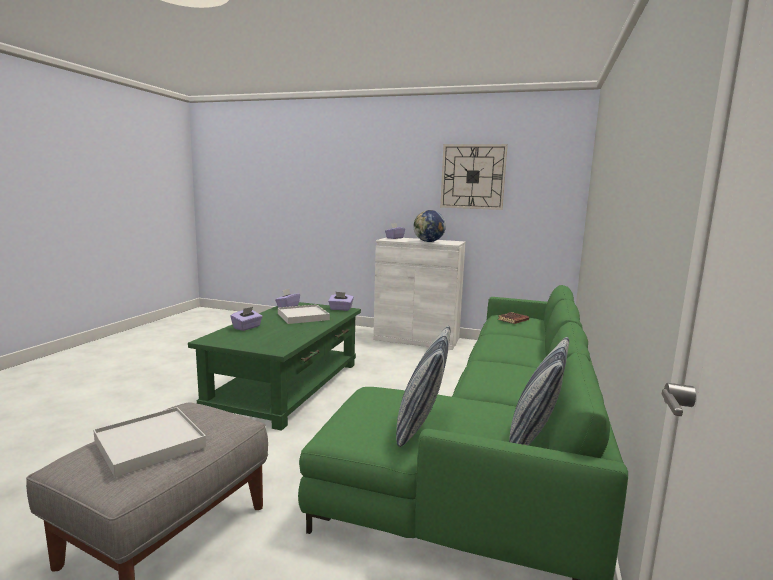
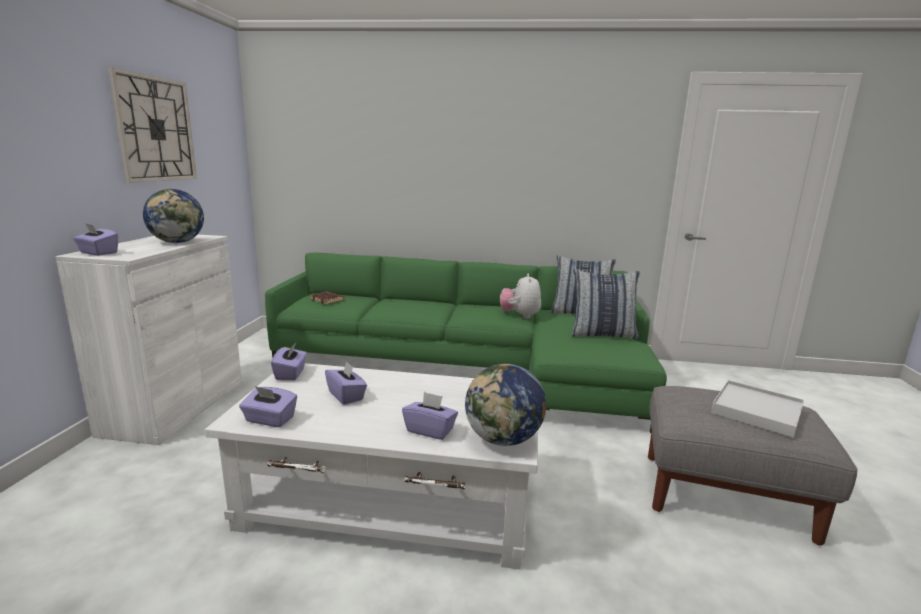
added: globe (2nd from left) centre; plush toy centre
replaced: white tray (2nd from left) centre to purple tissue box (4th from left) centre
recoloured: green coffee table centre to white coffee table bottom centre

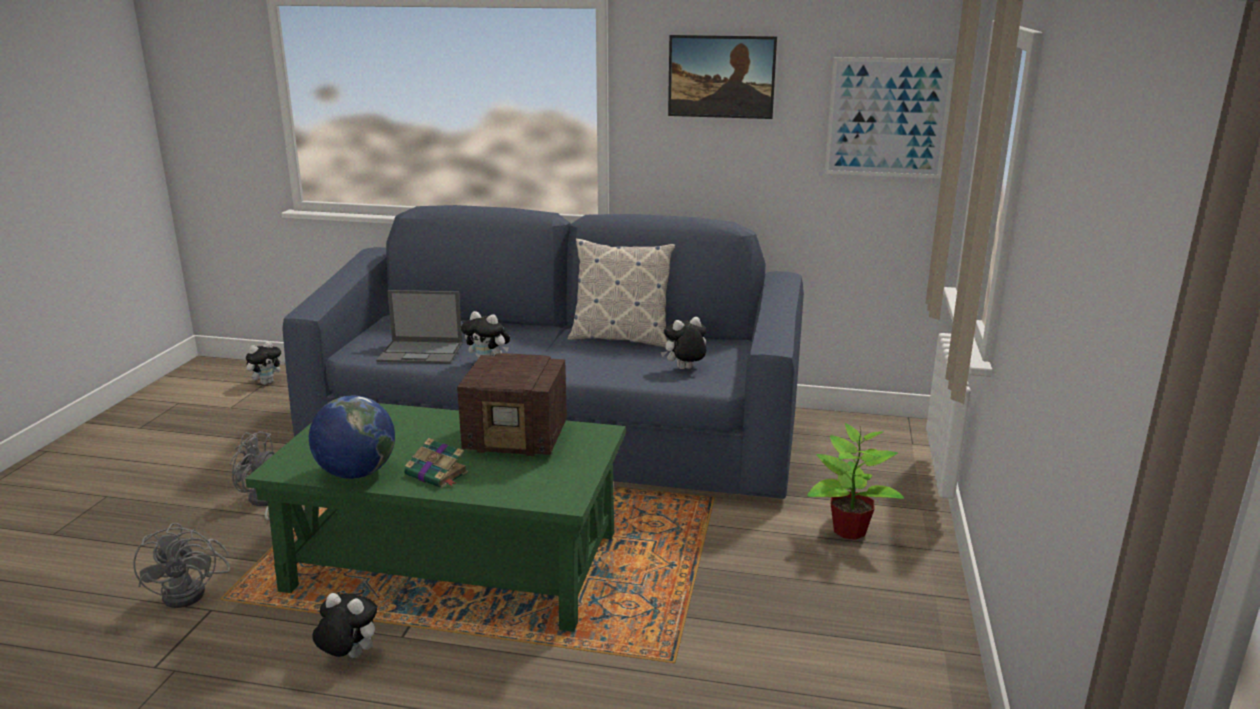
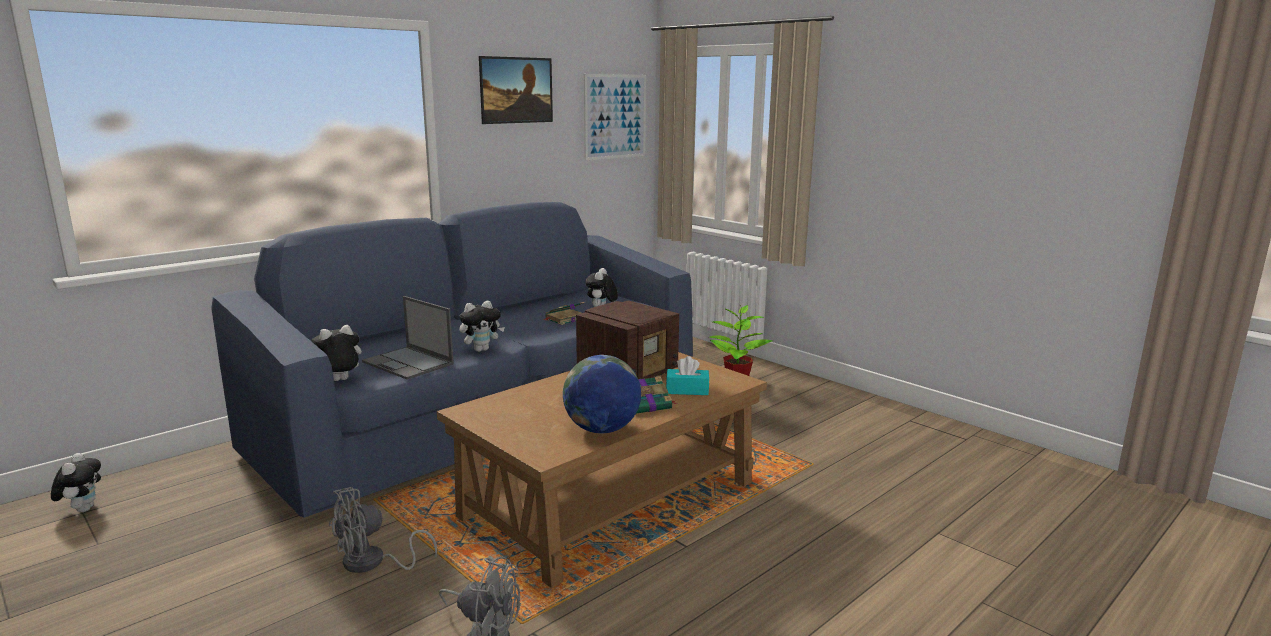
removed: pillow centre
added: book (1st from left) centre; turquoise tissue box centre
moved: plush toy (2nd from left) bottom left to middle left
recoloured: green coffee table bottom centre to brown coffee table bottom centre
turned: laptop middle left = middle left 90 degrees clockwise

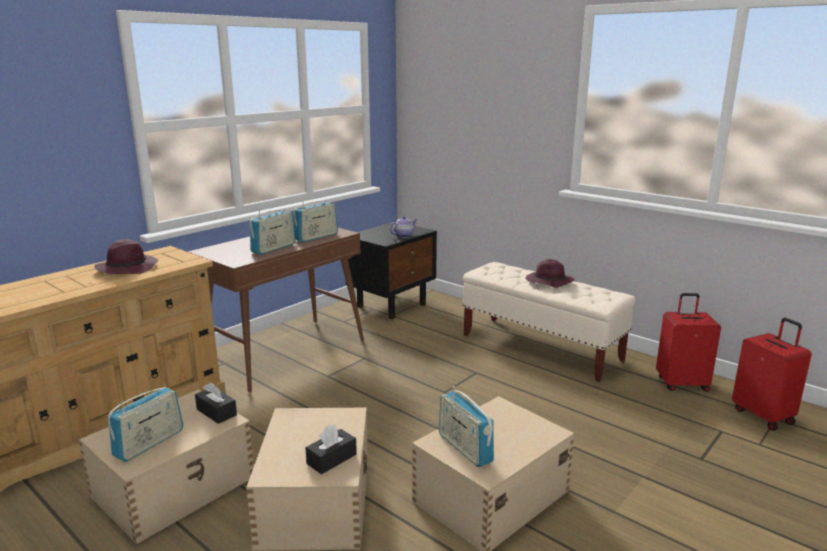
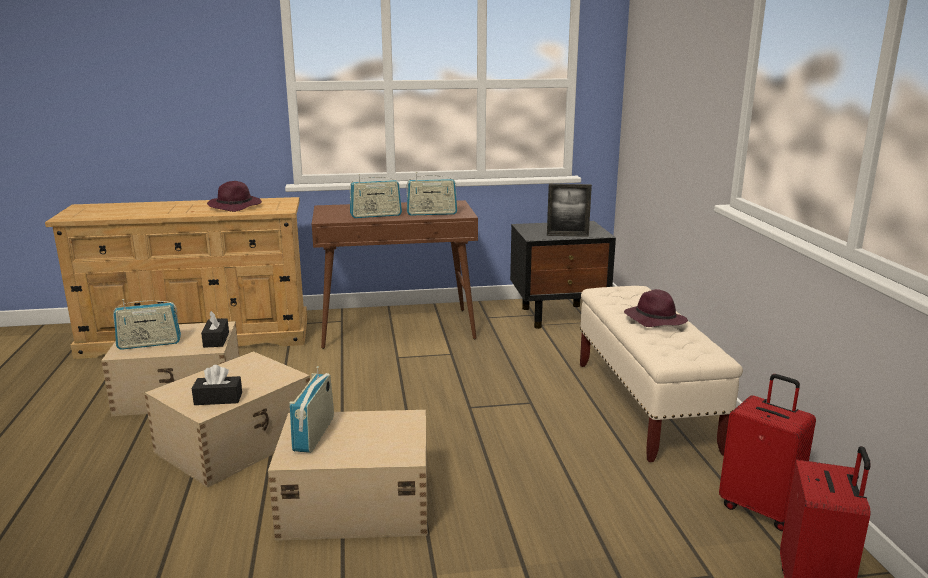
replaced: teapot centre to picture frame centre

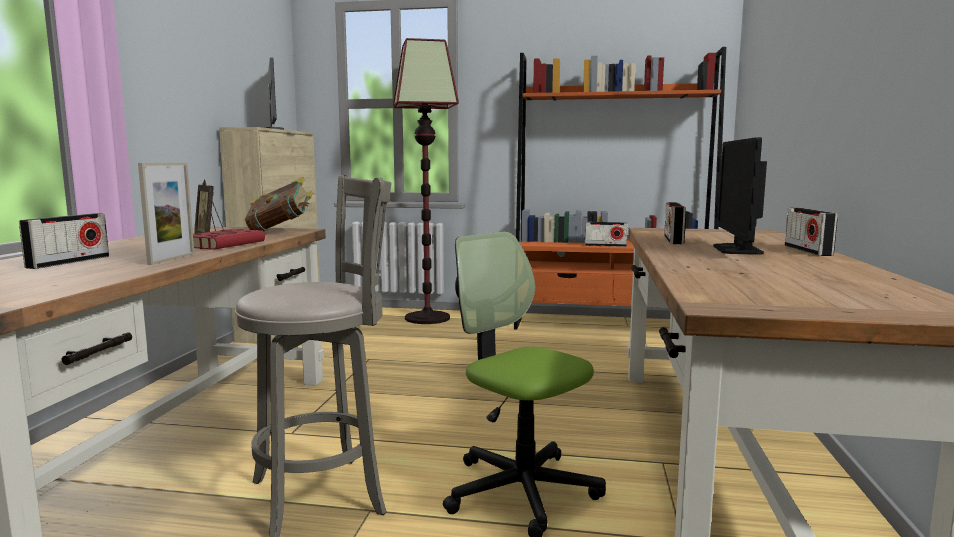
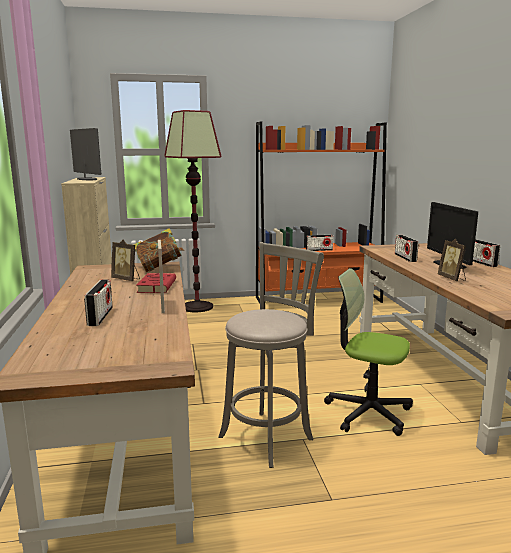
added: picture frame (3rd from left) middle right

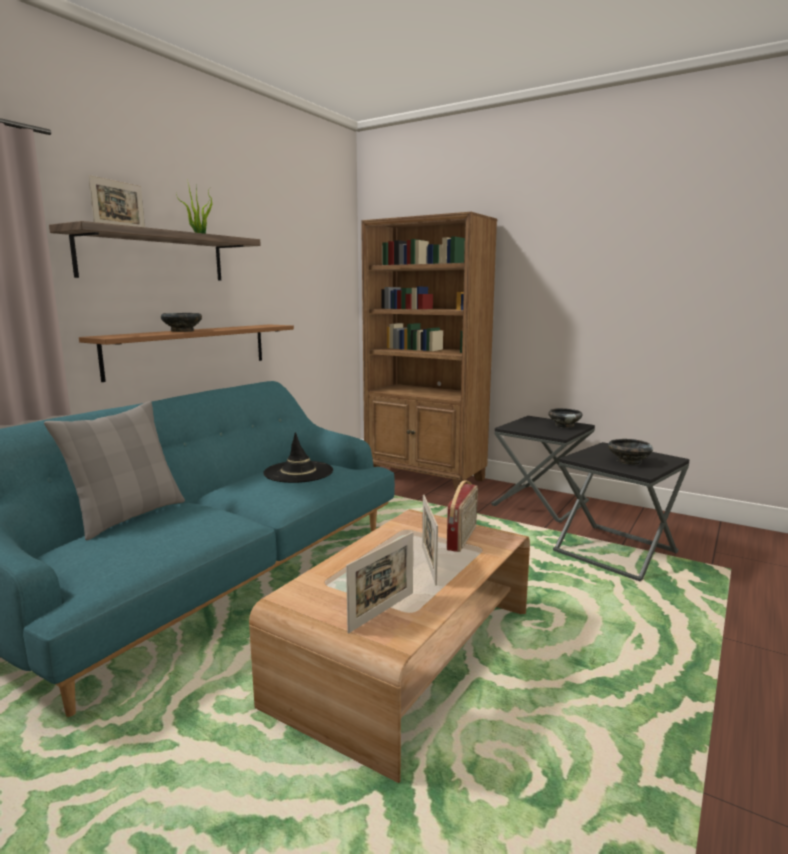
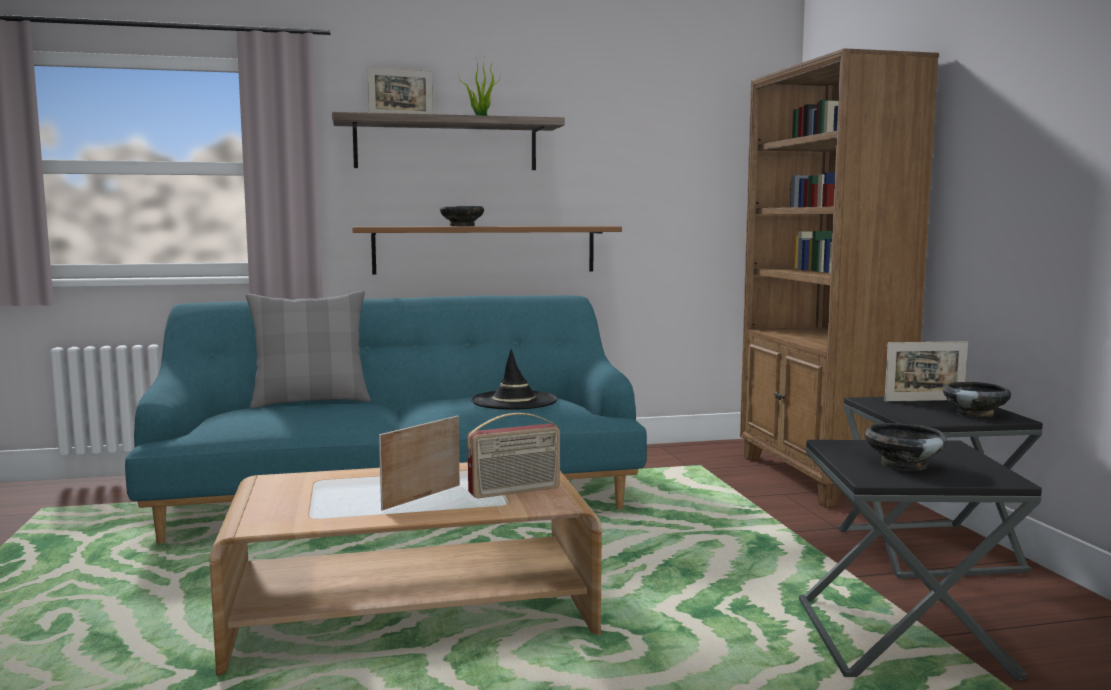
moved: picture frame (2nd from left in the first image) bottom centre to picture frame (3rd from left) middle right

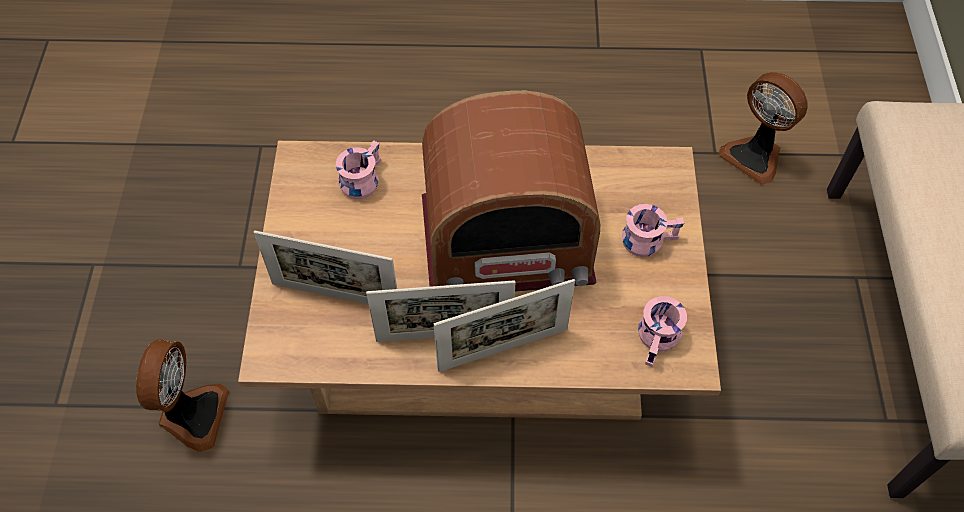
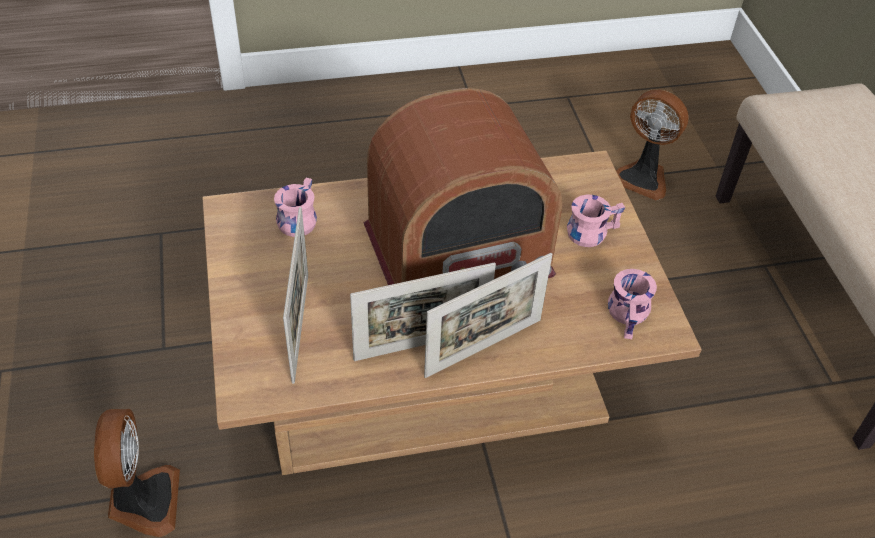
turned: picture frame (1st from left) centre = centre 90 degrees counterclockwise

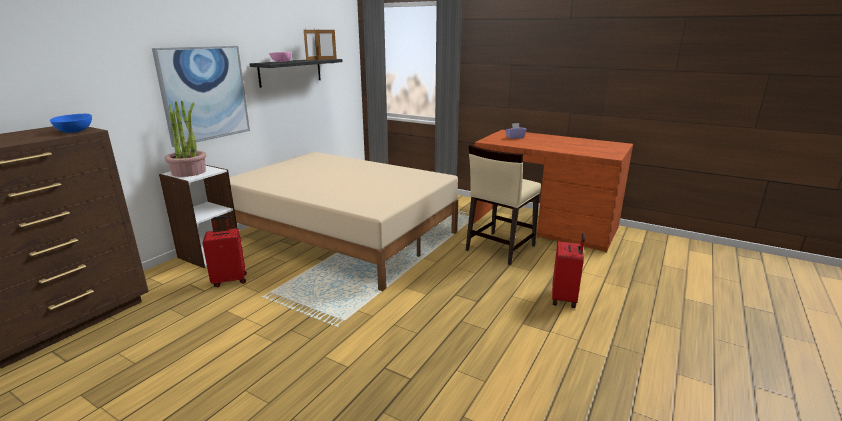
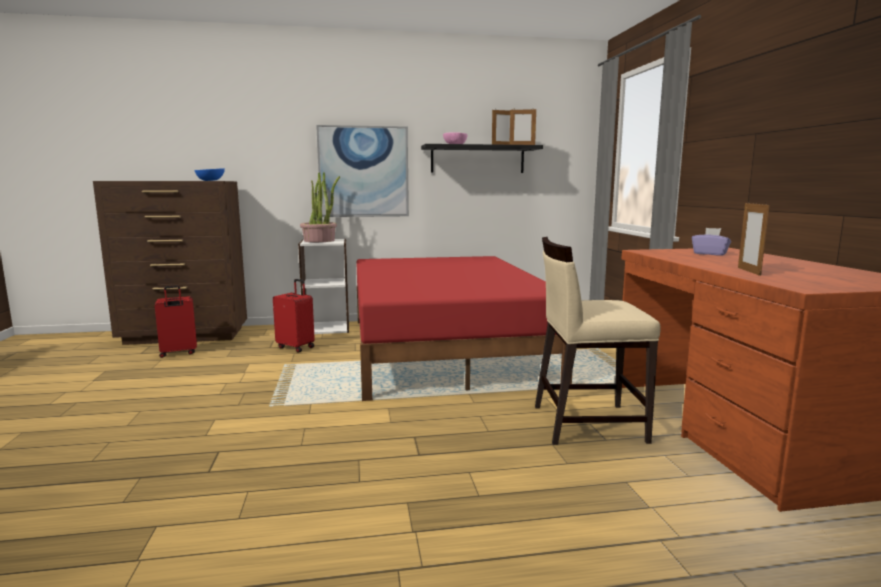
added: picture frame (3rd from left) middle right
moved: red suitcase (2nd from left in the first image) middle right to red suitcase (1st from left) middle left
recoloured: beige bed centre to red bed centre

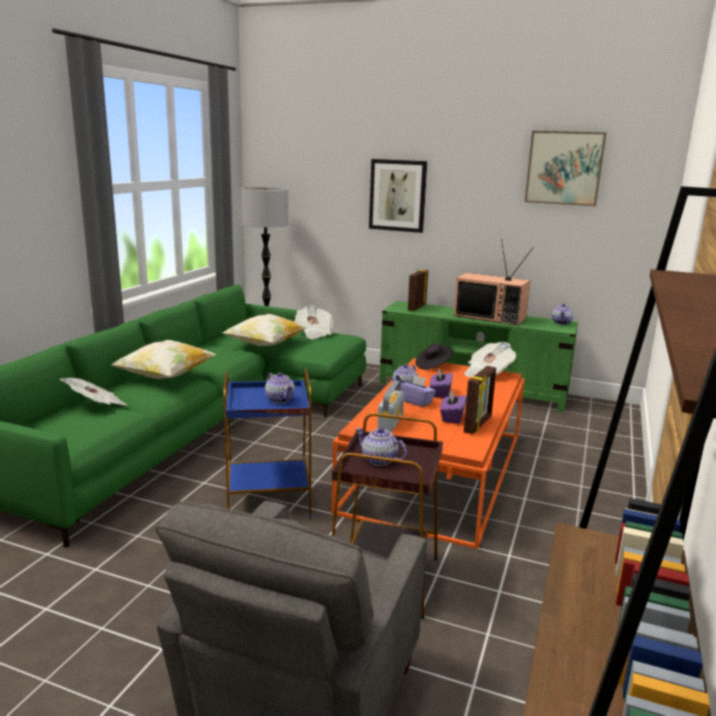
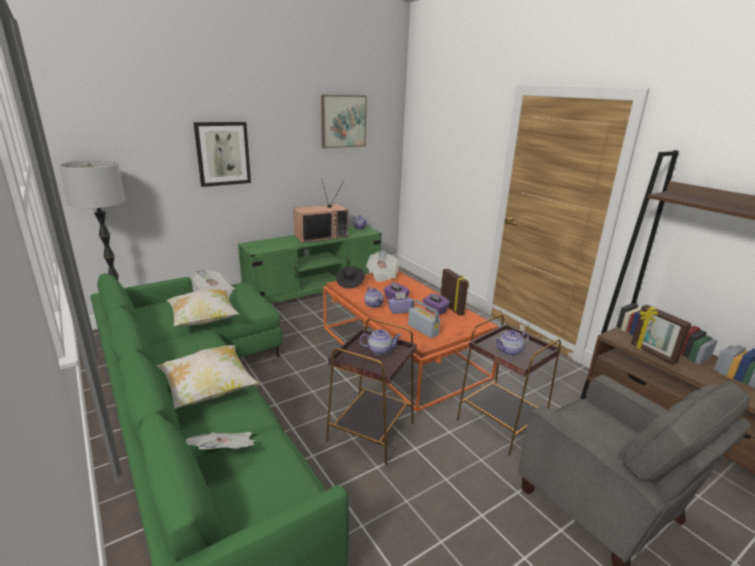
moved: picture frame (1st from left in the first image) centre to picture frame (2nd from left) middle right
recoloured: blue side table centre to brown side table (1st from left) bottom centre

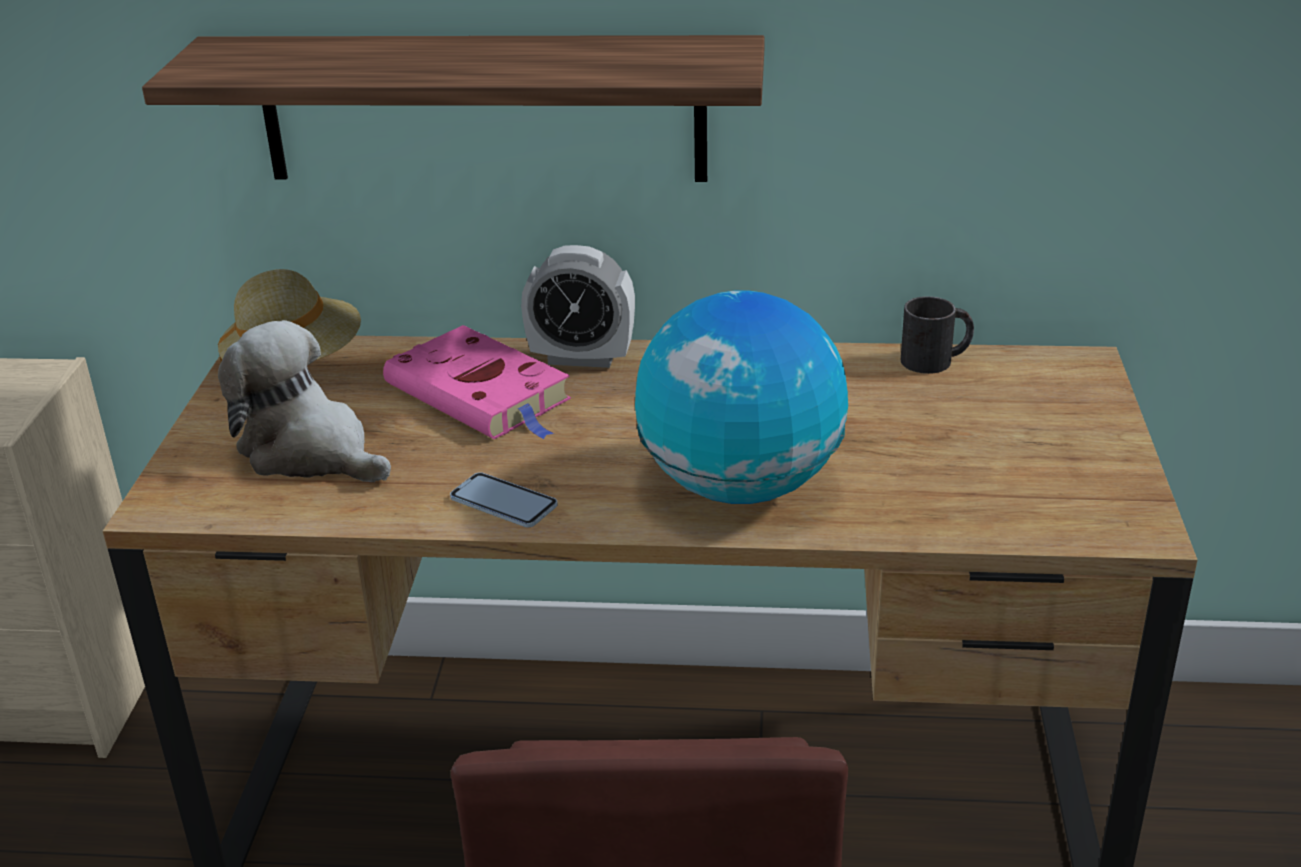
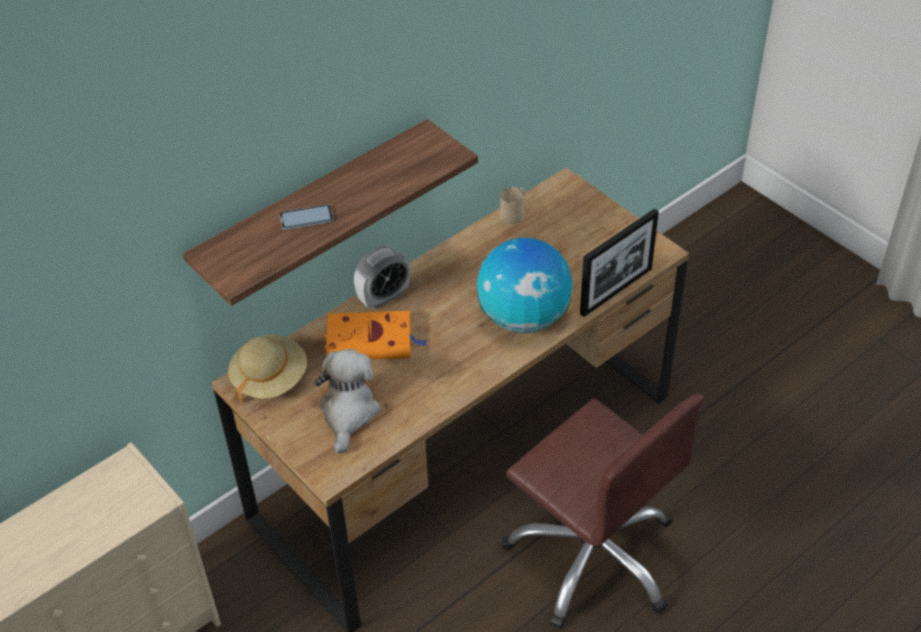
added: picture frame middle right
moved: phone centre to middle left
recoloured: pink book centre to orange book centre; black mug middle right to beige mug top centre
turned: plush toy middle left = centre 105 degrees clockwise

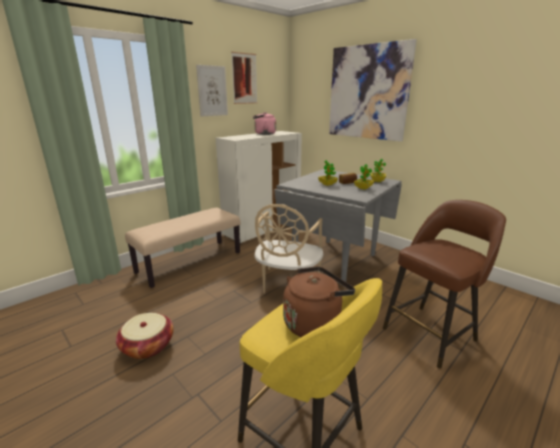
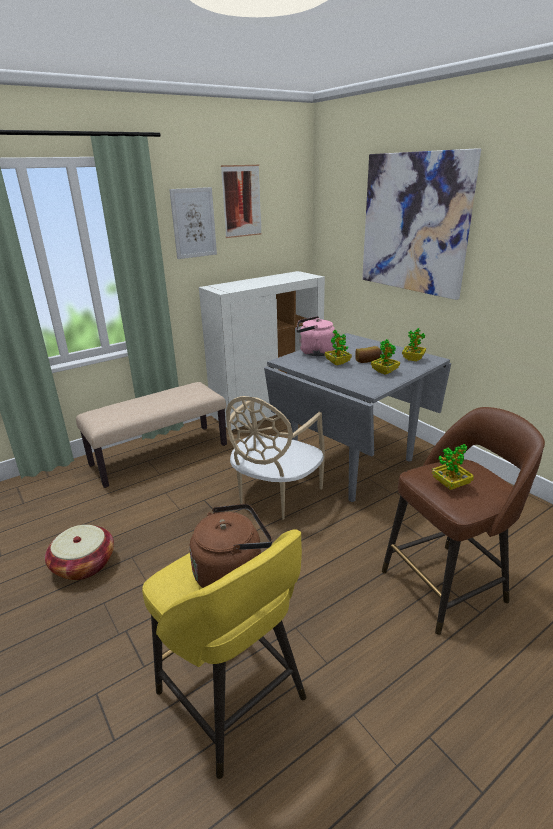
added: potted plant (4th from left) middle right
moved: pink kettle top centre to centre

